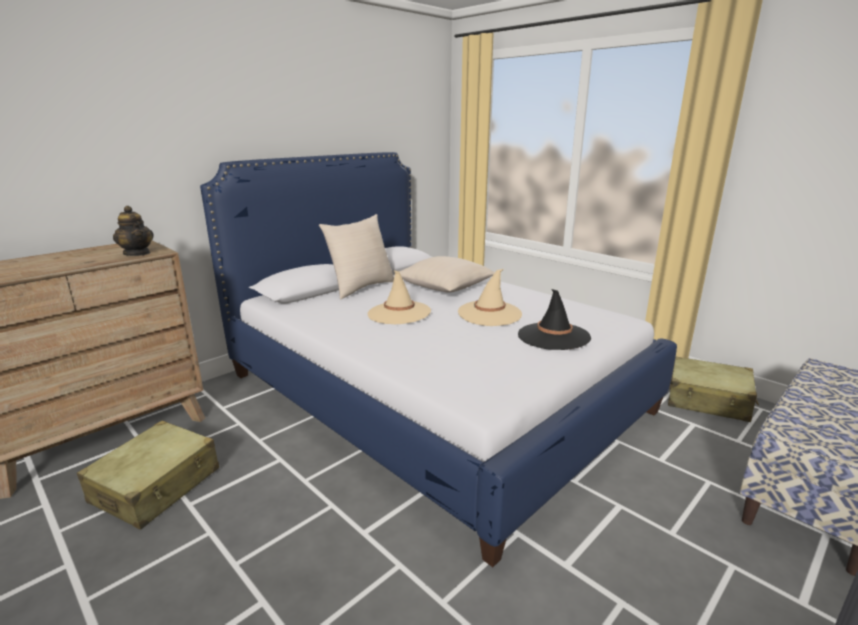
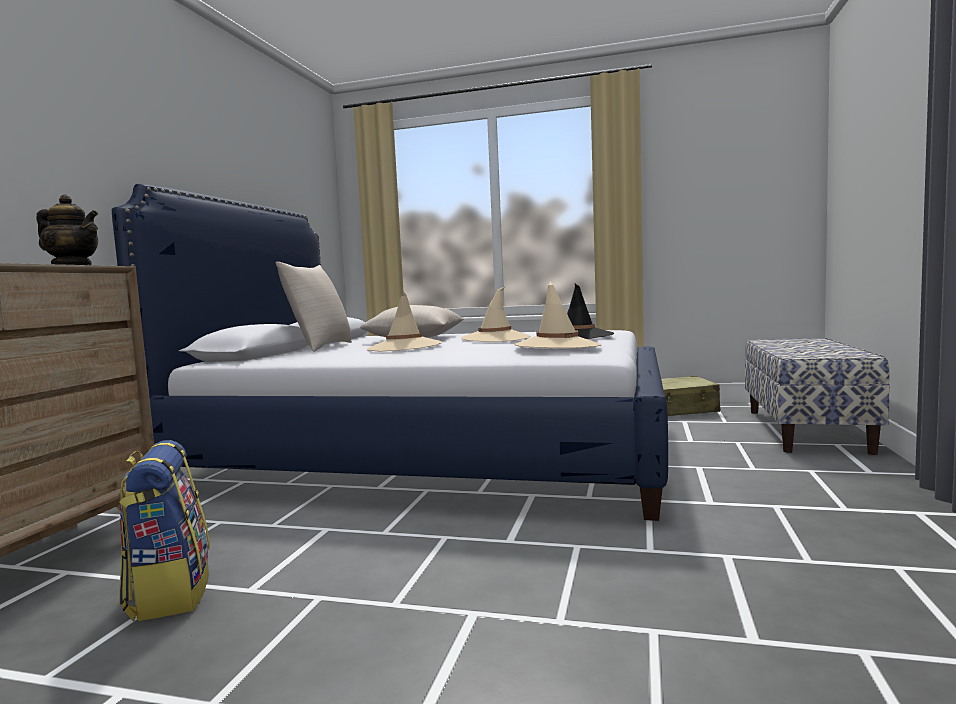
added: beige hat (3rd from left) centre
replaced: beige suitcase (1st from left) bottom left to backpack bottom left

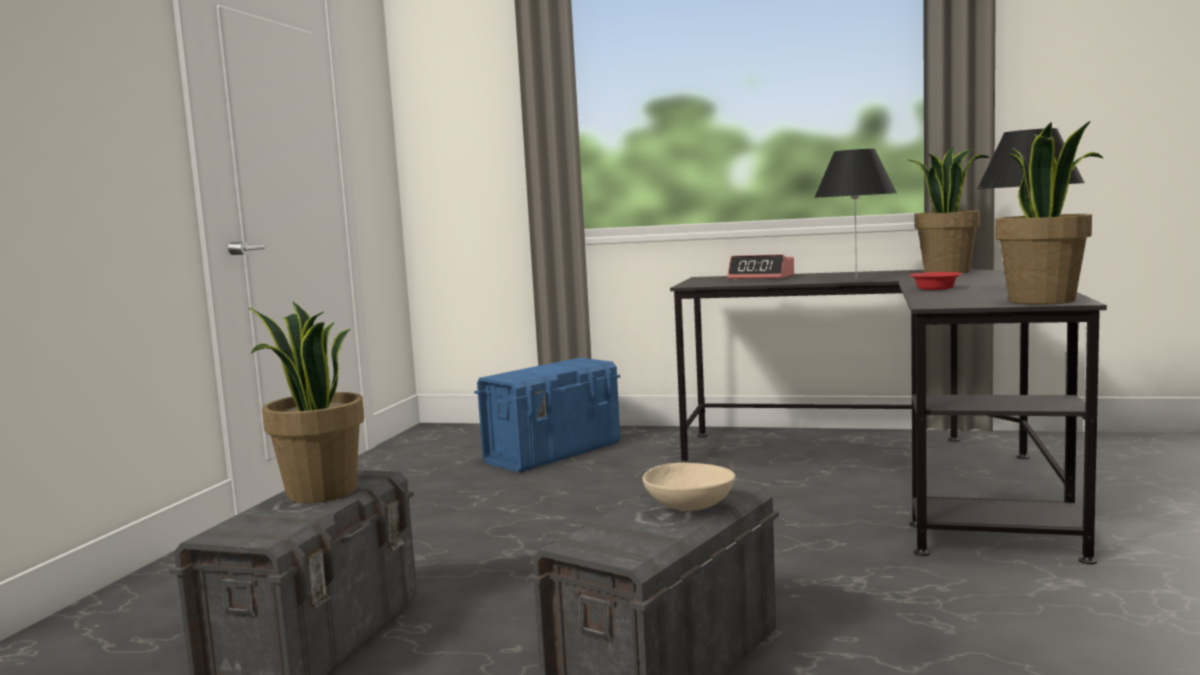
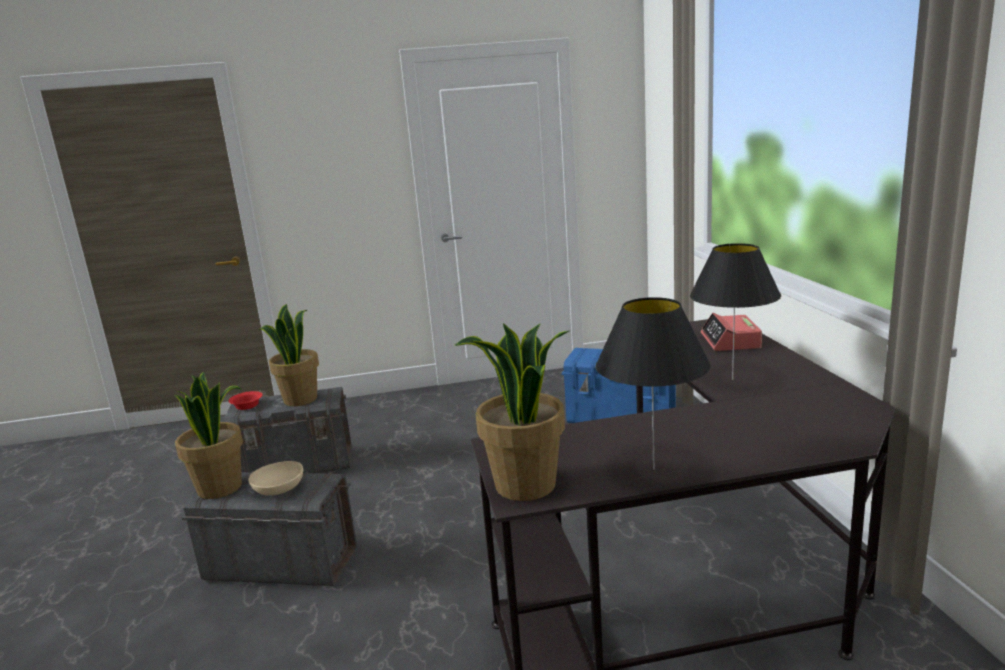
moved: potted plant (2nd from left in the first image) top right to potted plant (1st from left) middle left; red bowl middle right to middle left

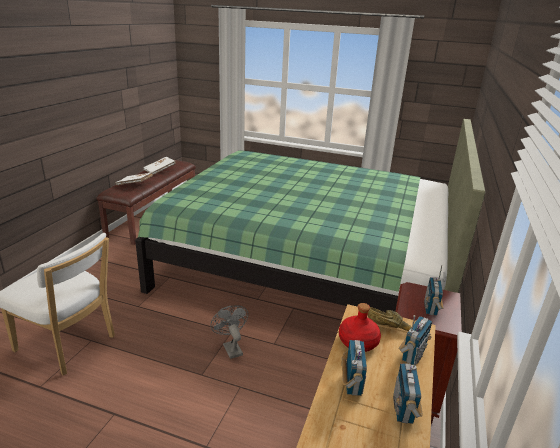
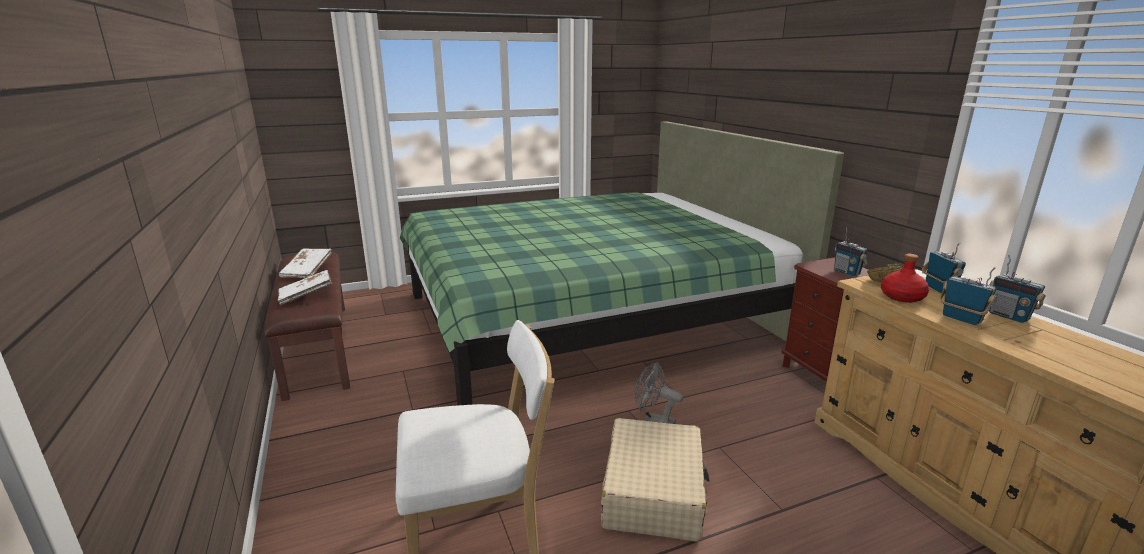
added: beige suitcase bottom centre

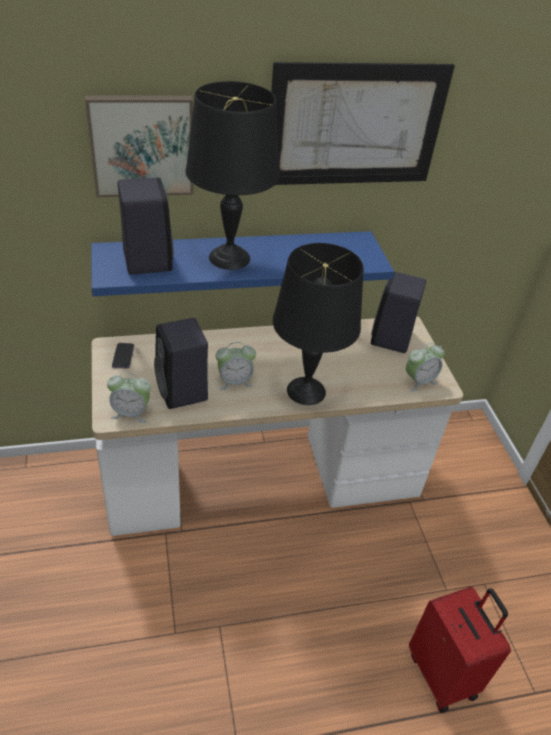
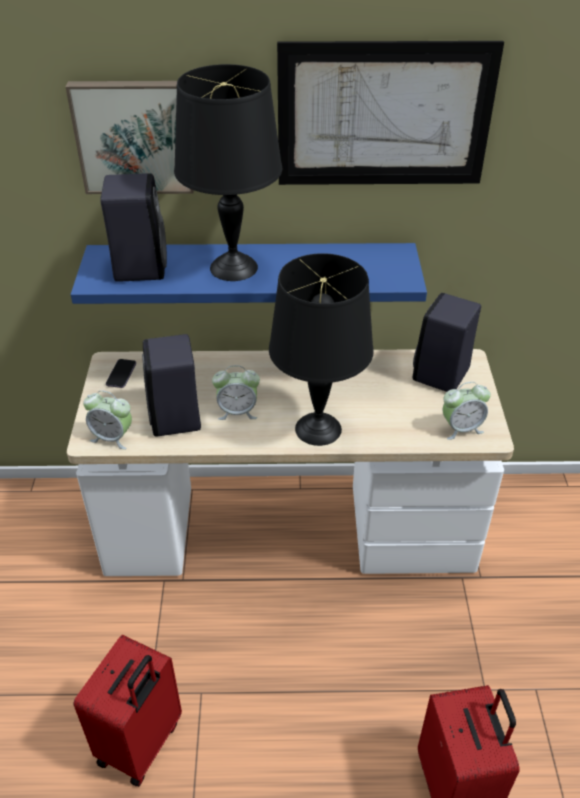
added: red suitcase (1st from left) bottom left

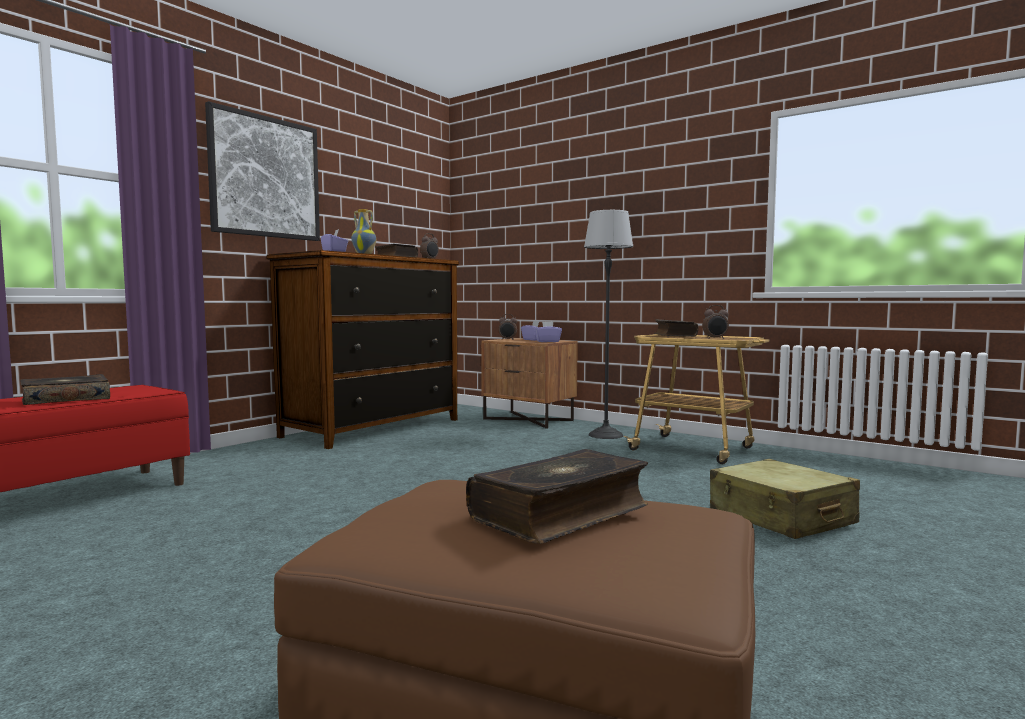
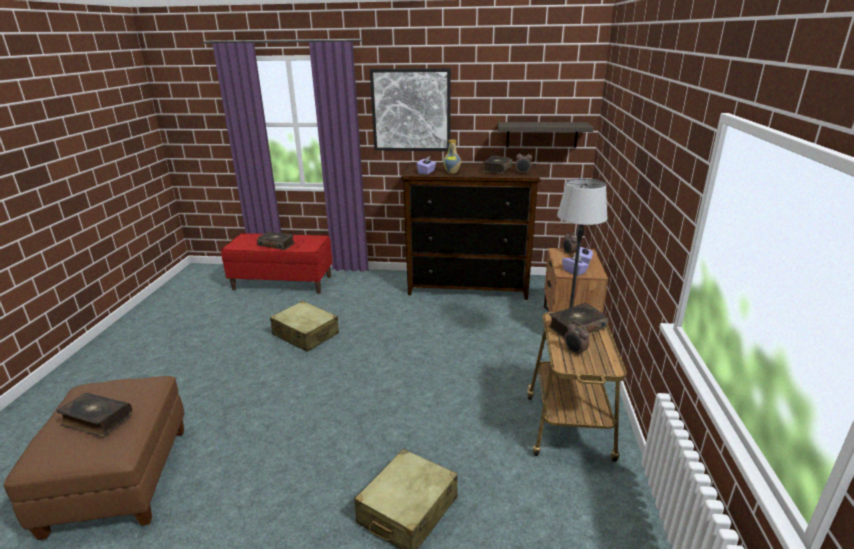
added: beige suitcase (1st from left) centre; shelf top centre

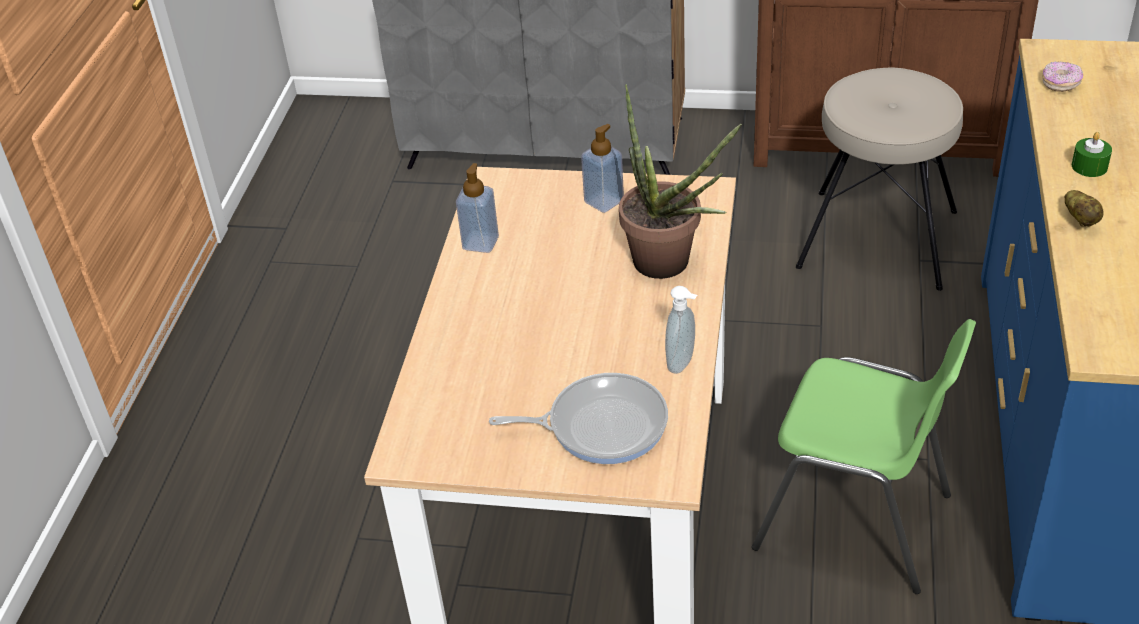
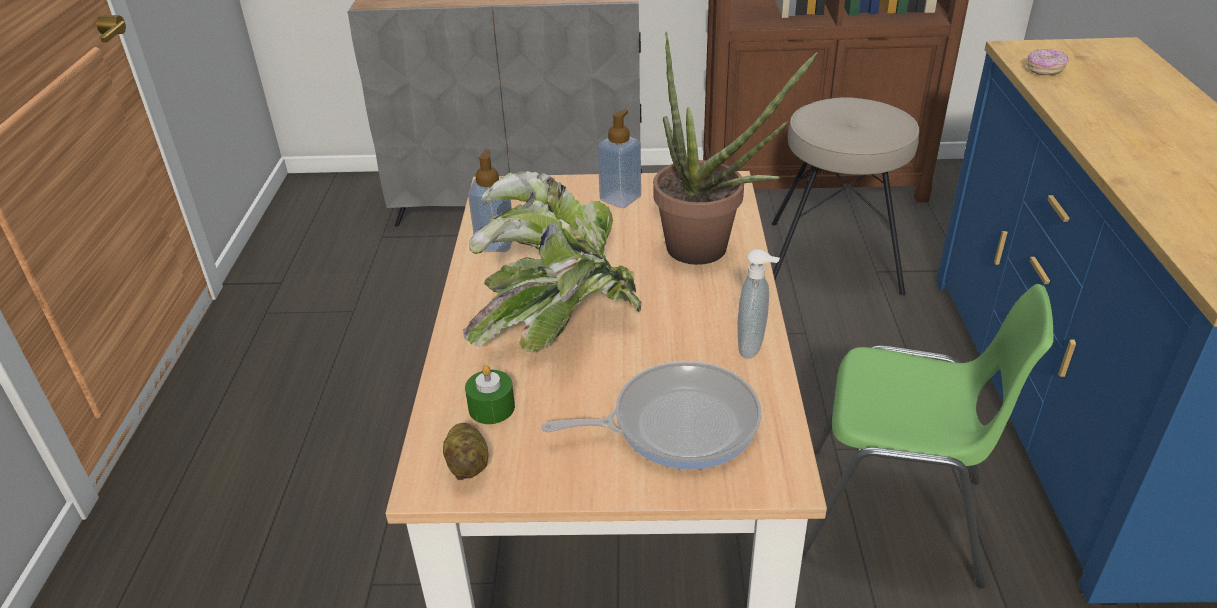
added: potted plant (1st from left) centre
moved: potato middle right to bottom centre; green candle top right to centre

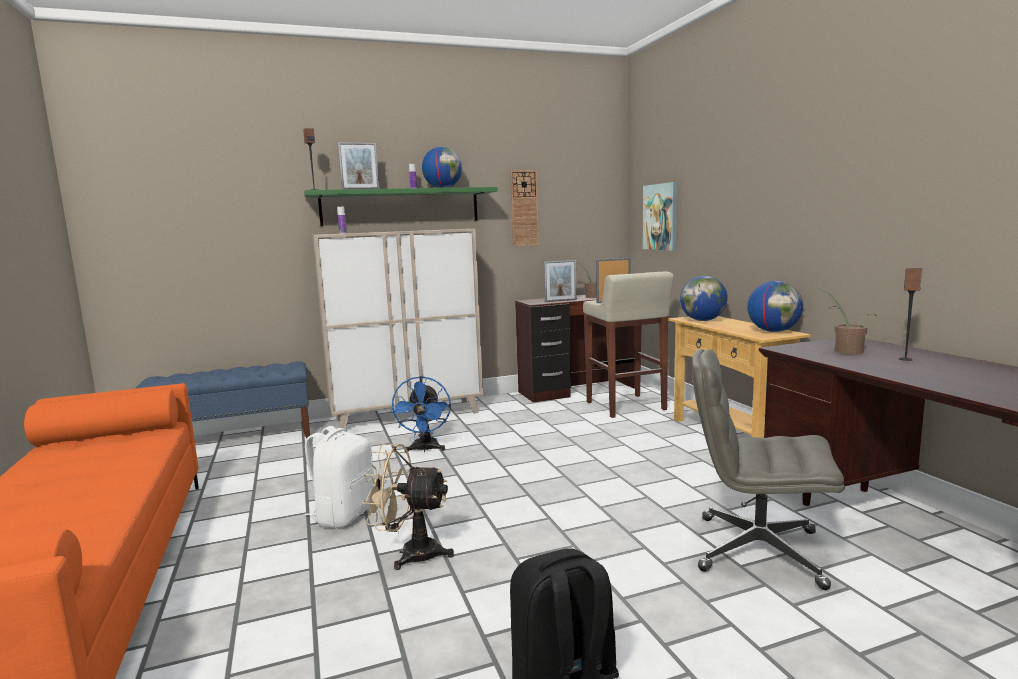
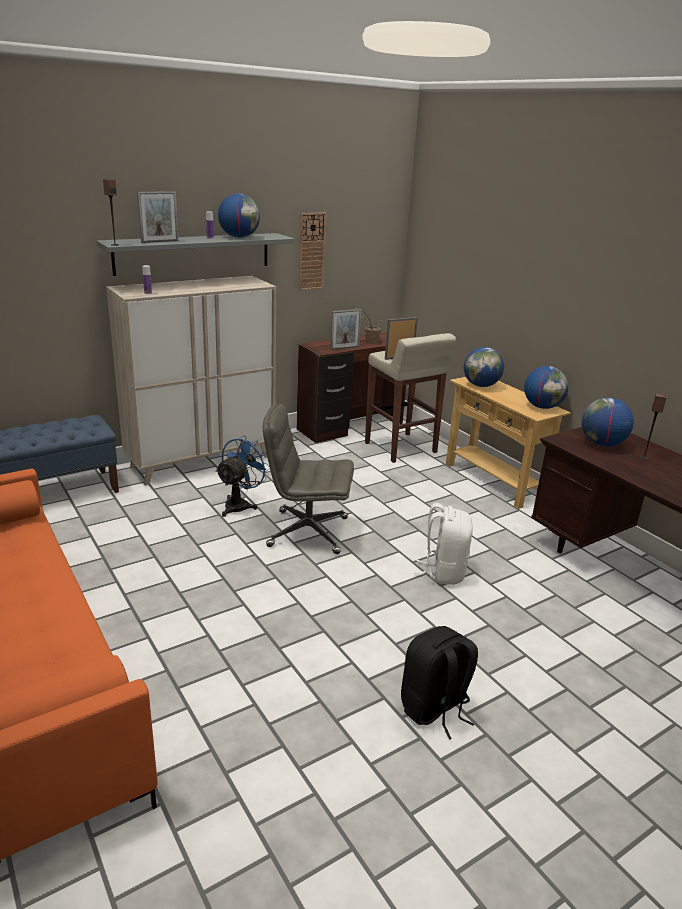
removed: beige fan bottom centre; picture top centre
moved: white backpack bottom left to centre; grey office chair bottom right to centre
replaced: potted plant (2nd from left) middle right to globe (4th from left) middle right
recoloured: green shelf top centre to grey shelf top left
turned: blue fan centre = centre 135 degrees counterclockwise

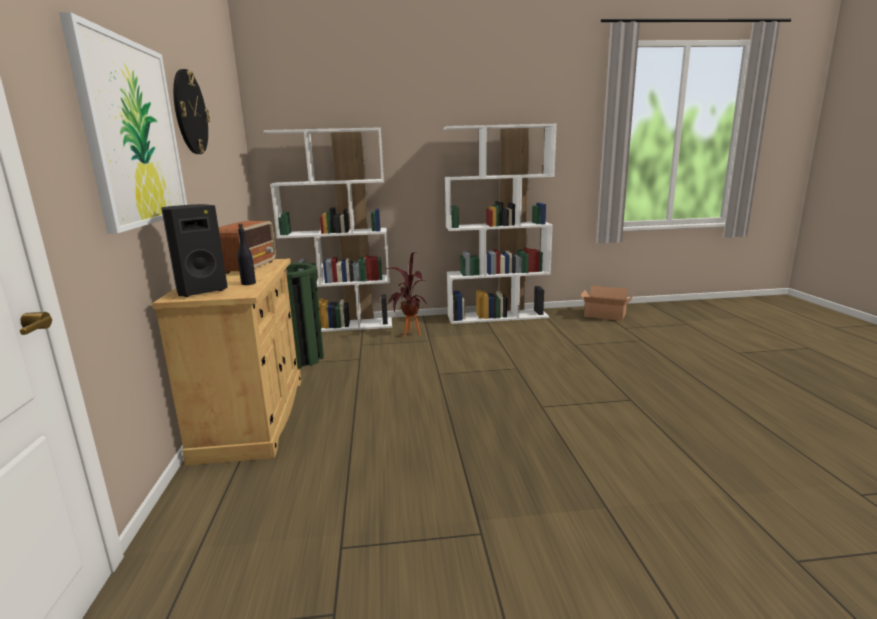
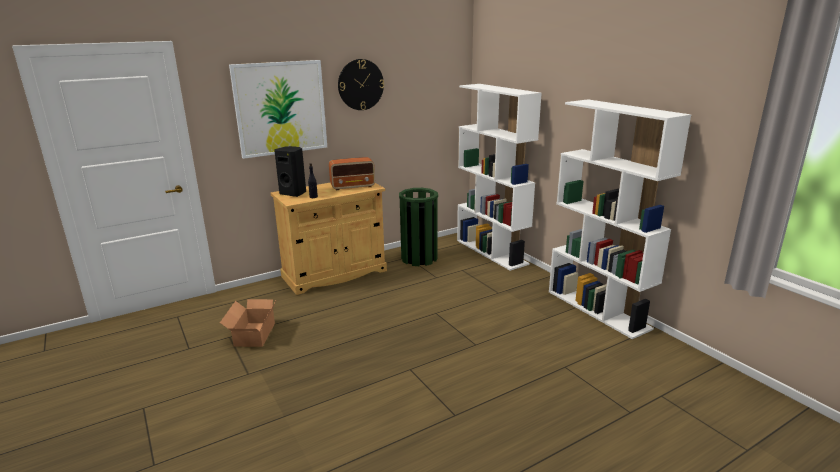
removed: potted plant centre
moved: cardboard box middle right to bottom left

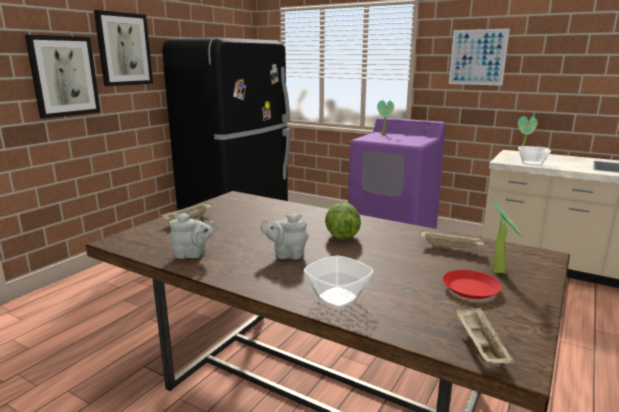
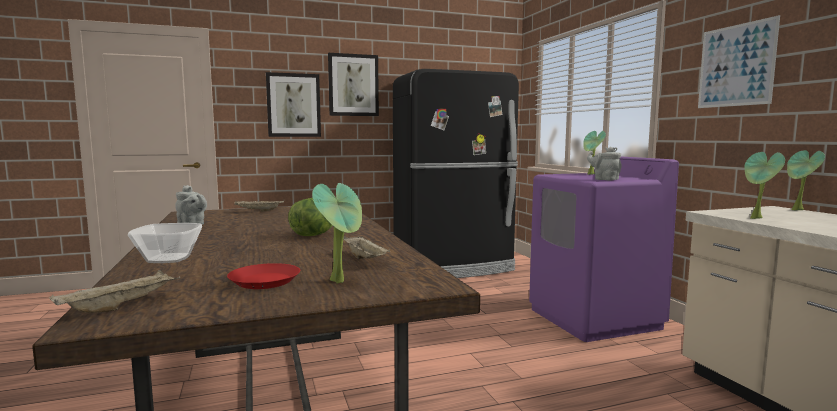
moved: grey teapot (2nd from left) centre to middle right
replaced: bowl (2nd from left) middle right to potted plant (3rd from left) middle right

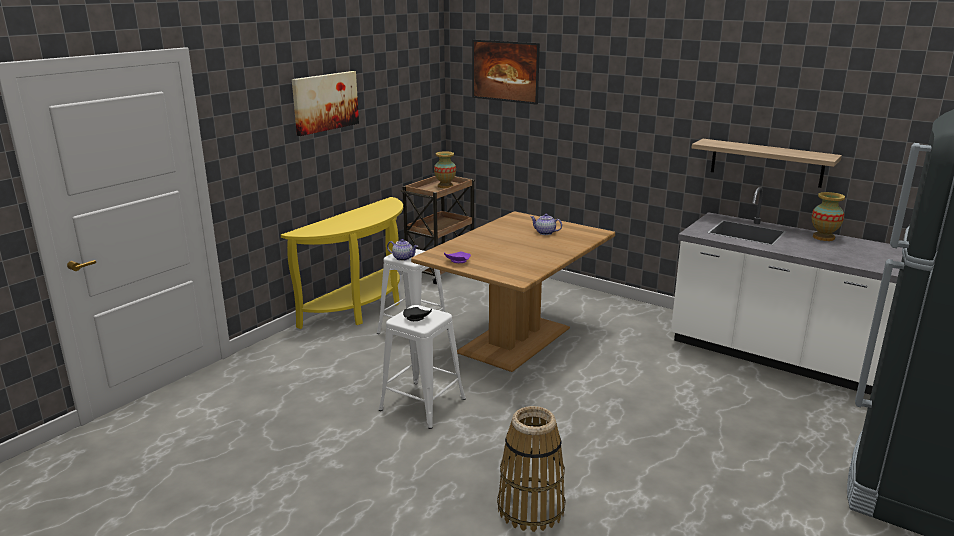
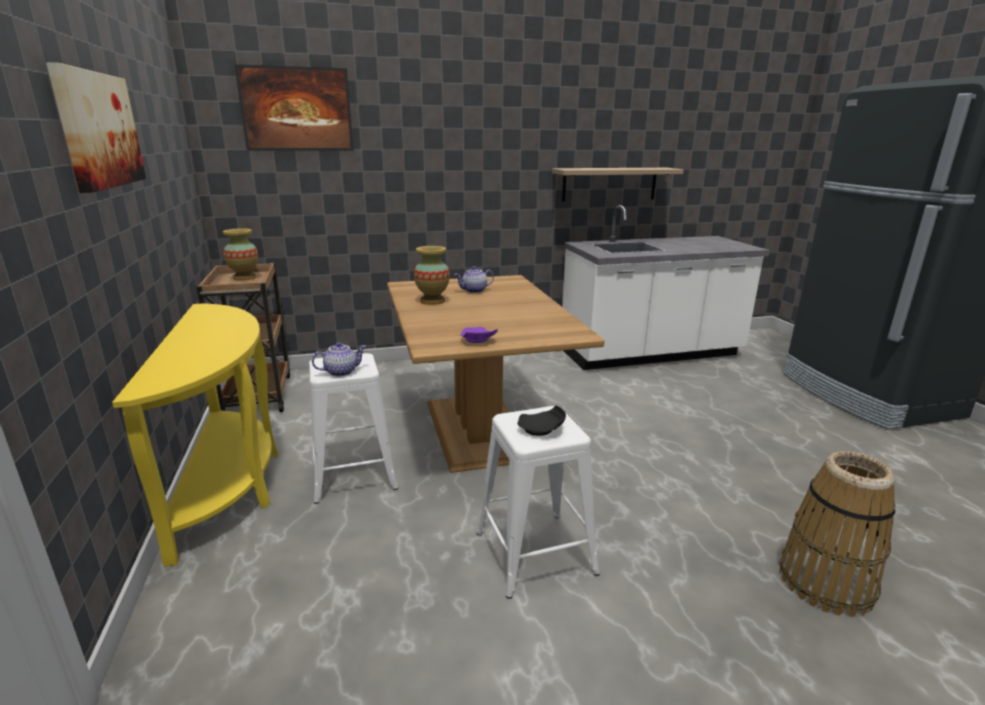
moved: vase (2nd from left) middle right to centre

